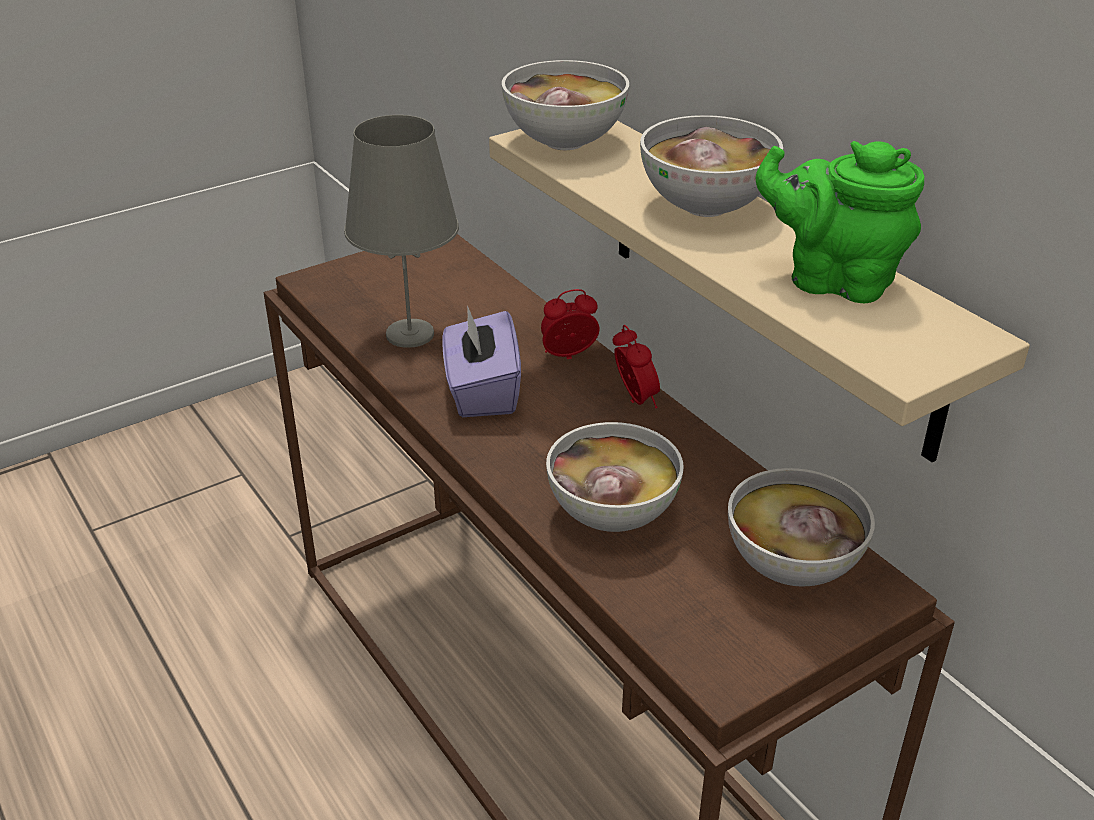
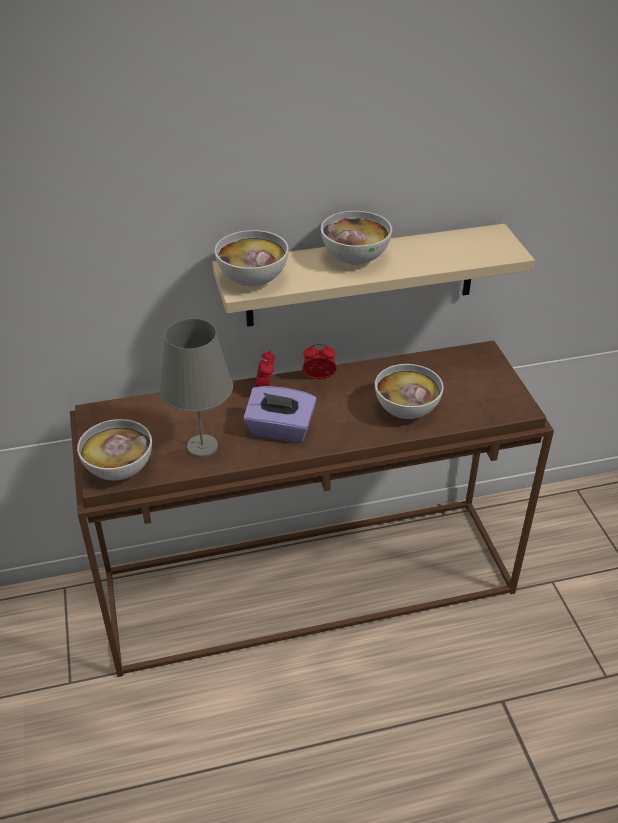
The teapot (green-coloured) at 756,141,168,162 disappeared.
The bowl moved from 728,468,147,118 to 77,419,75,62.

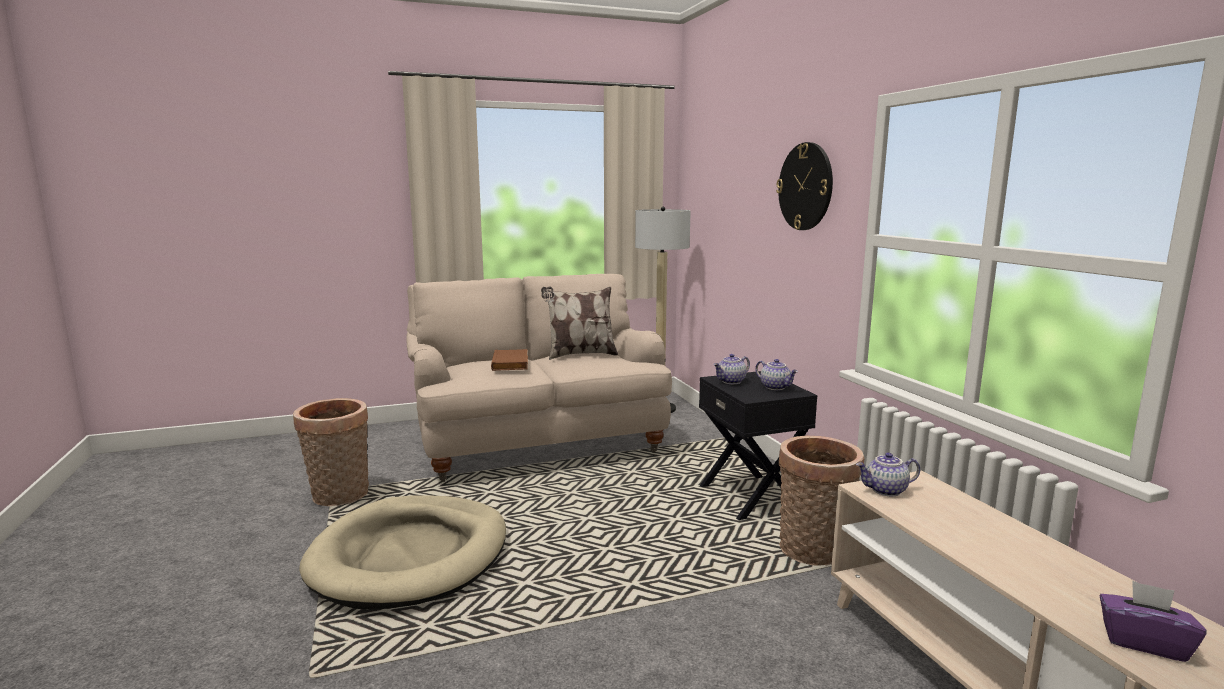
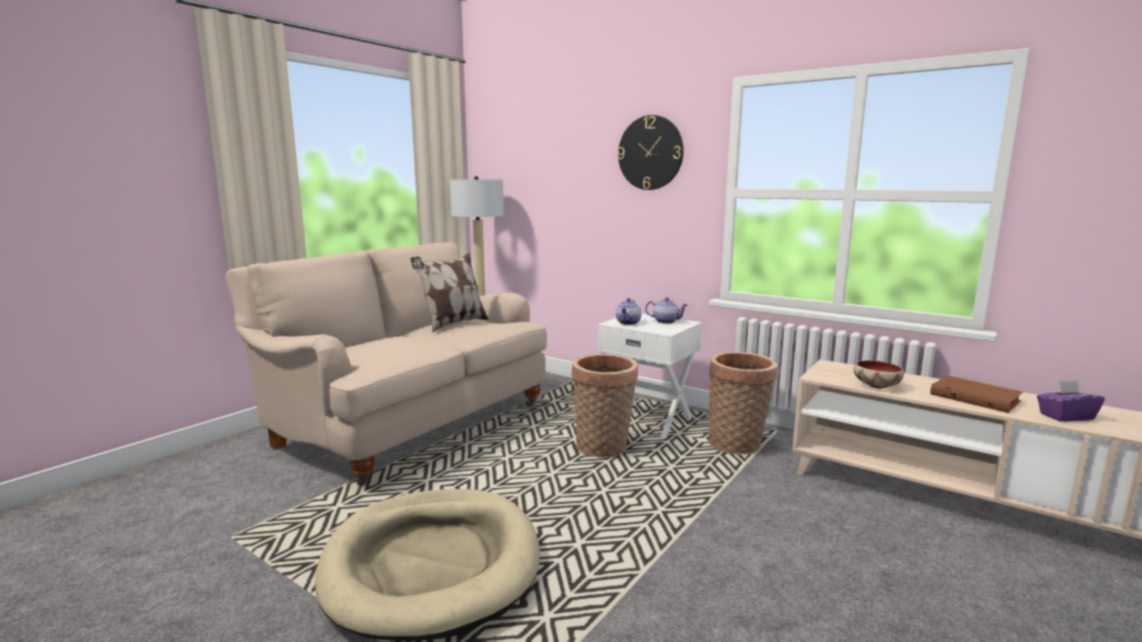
The teapot at 856,452,64,44 disappeared.
The bowl at 854,360,50,29 appeared.
The household basket moved from 293,398,76,108 to 571,354,67,104.
The volume (brownish) moved from 491,349,37,22 to 930,375,93,38.
The night table (blackish) at 699,371,118,149 became the night table (white) at 598,313,104,126.

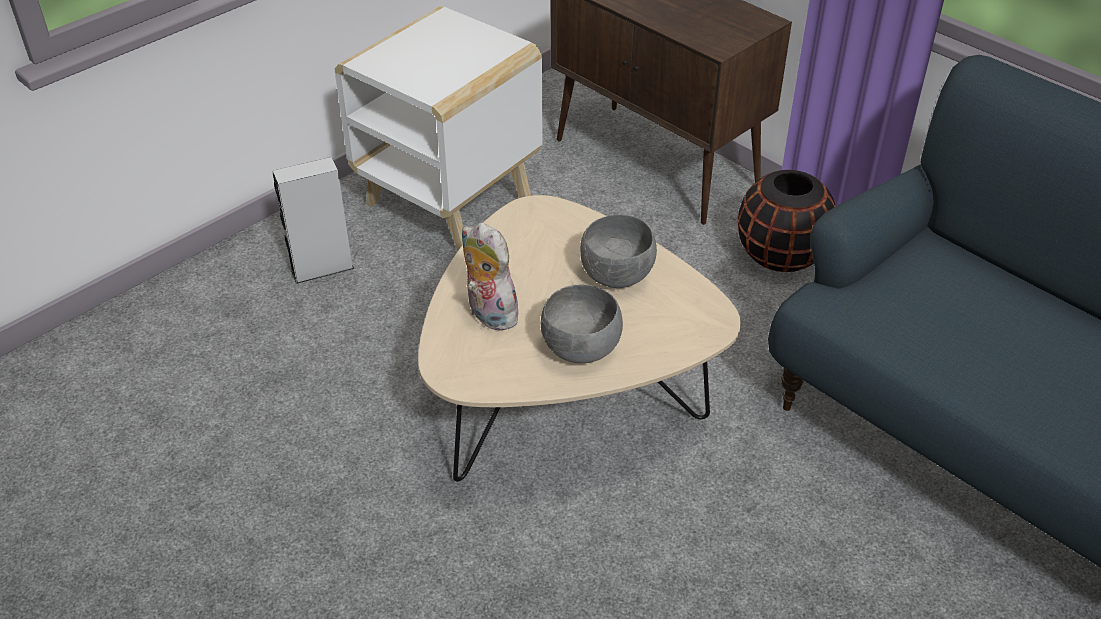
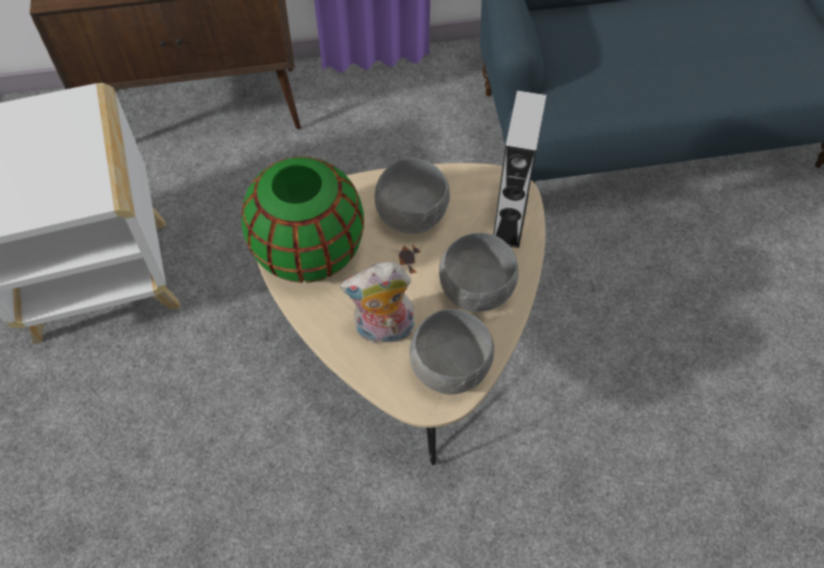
The flower vase (blackish) at 738,170,98,102 disappeared.
The flower vase (green-coloured) at 241,156,123,127 appeared.
The bowl (greyish) at 409,309,85,85 appeared.
The audio speaker (greyish) moved from 272,157,82,127 to 493,90,53,158.

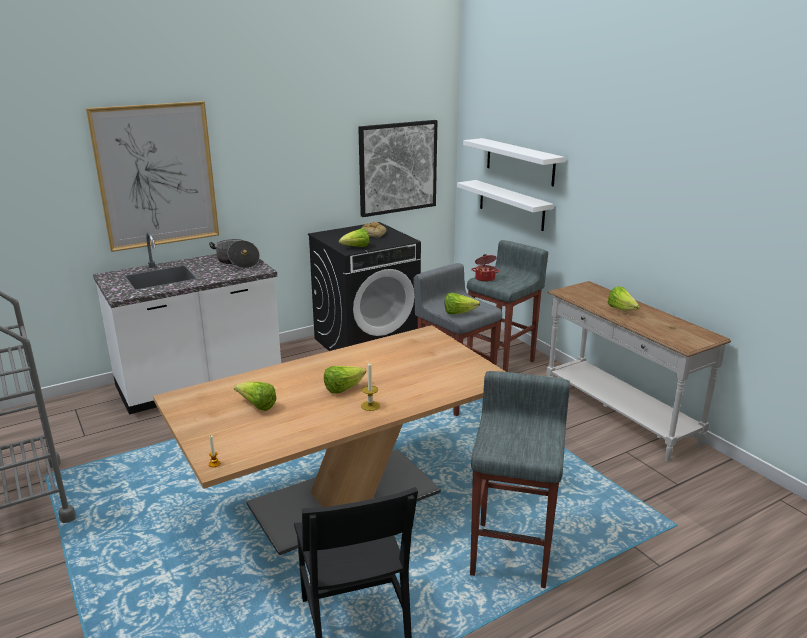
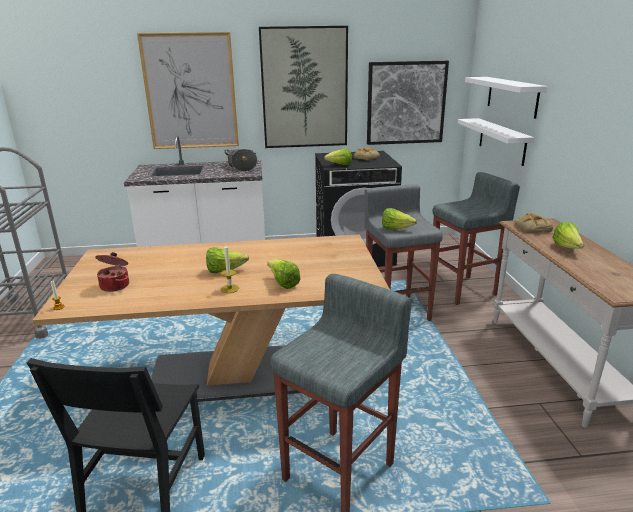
The wall art at 259,26,89,122 appeared.
The bakery bread at 515,213,38,20 appeared.
The lettuce moved from 234,381,43,30 to 267,259,33,30.
The stockpot moved from 471,254,29,28 to 95,252,34,40.

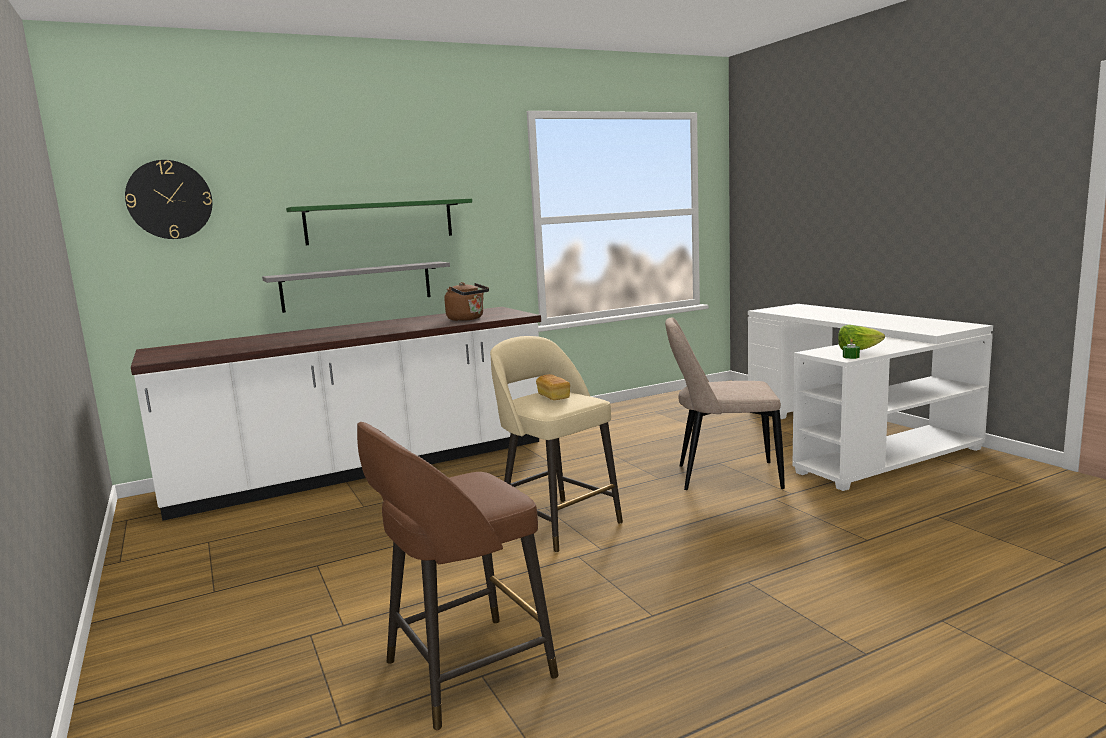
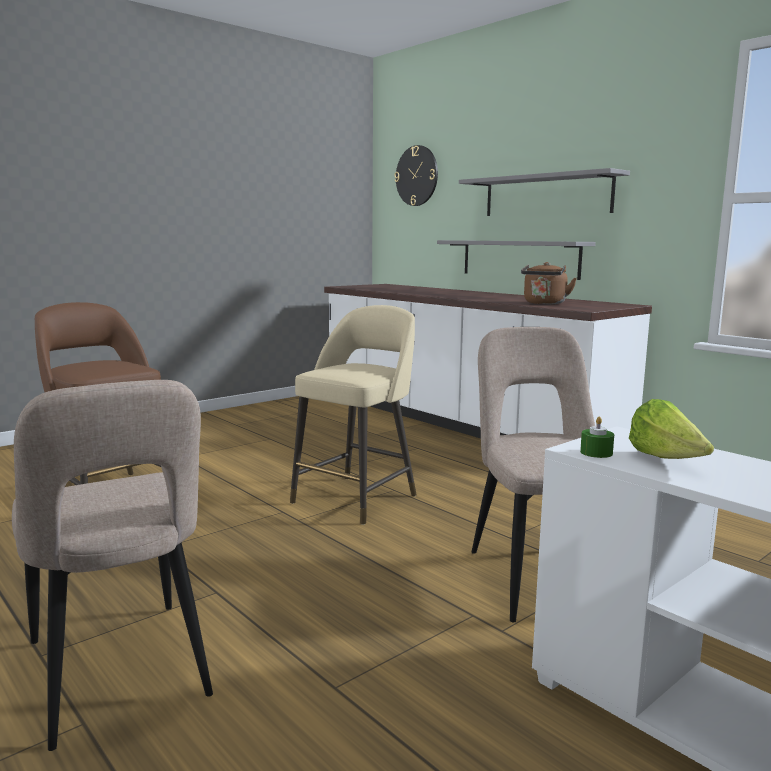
The bakery bread at 536,374,34,26 disappeared.
The plain chair (beige-coloured) at 12,380,201,371 appeared.
The shelf (green-coloured) at 286,199,186,46 became the shelf (greyish) at 459,168,171,48.

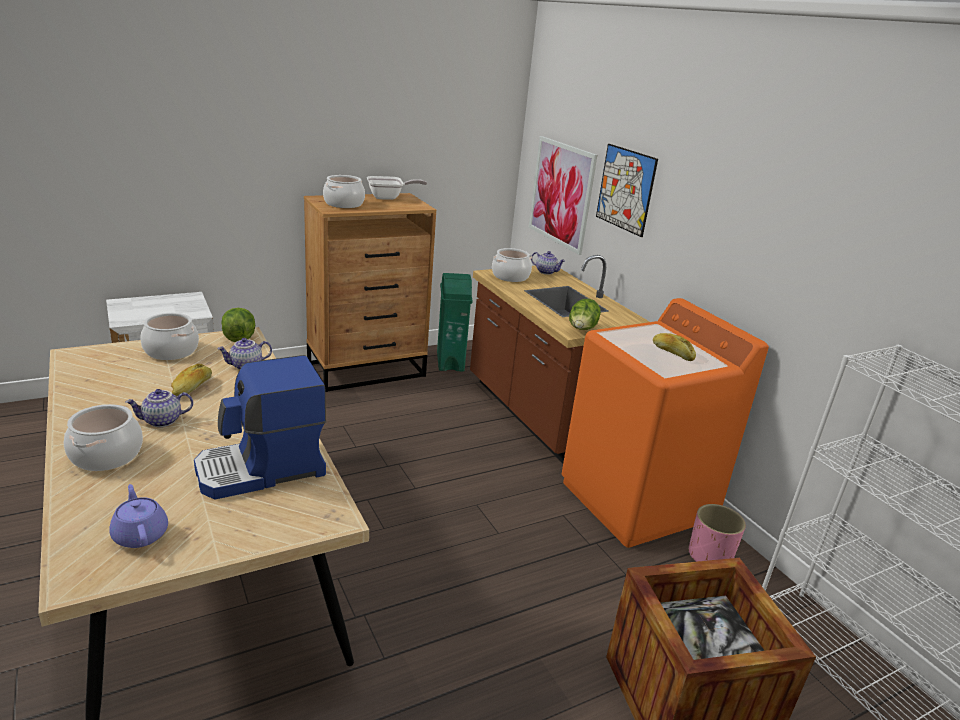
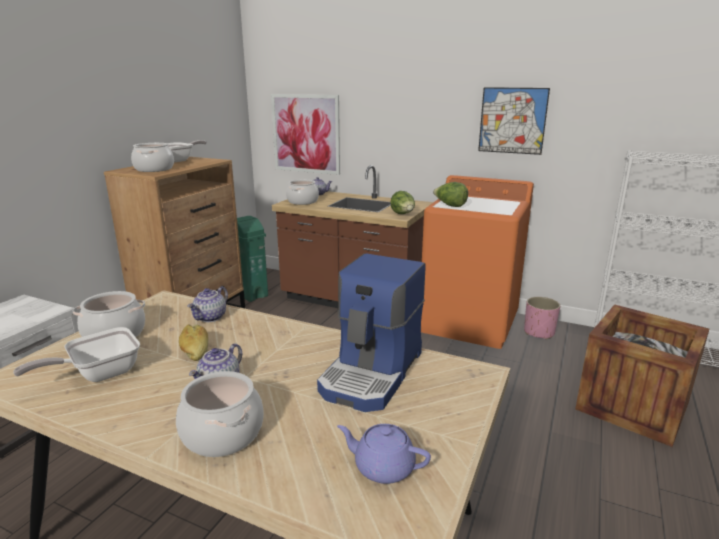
The bakery bread at 653,333,43,28 disappeared.
The pan at 13,327,127,55 appeared.
The lettuce moved from 221,308,34,34 to 433,182,35,25.
The wall art moved from 596,144,62,93 to 478,87,72,68.

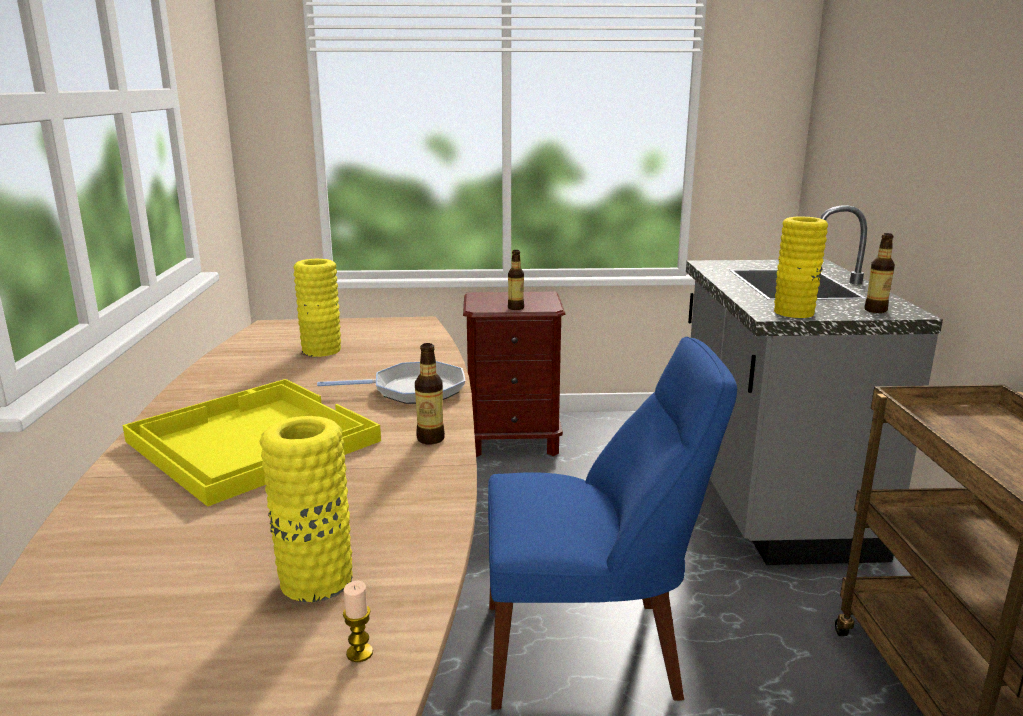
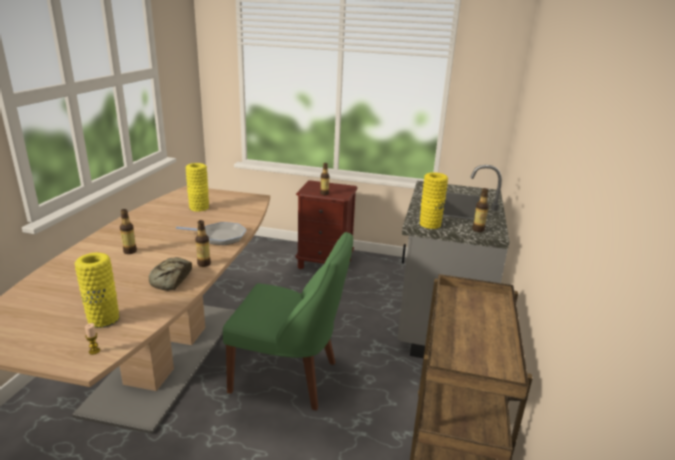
The bakery bread at 149,257,43,34 appeared.
The serving tray (yellow-coloured) at 123,379,258,128 was replaced by the beverage bottle at 120,209,17,45.
The plain chair (blue) at 488,337,249,373 became the plain chair (green-coloured) at 223,232,130,179.

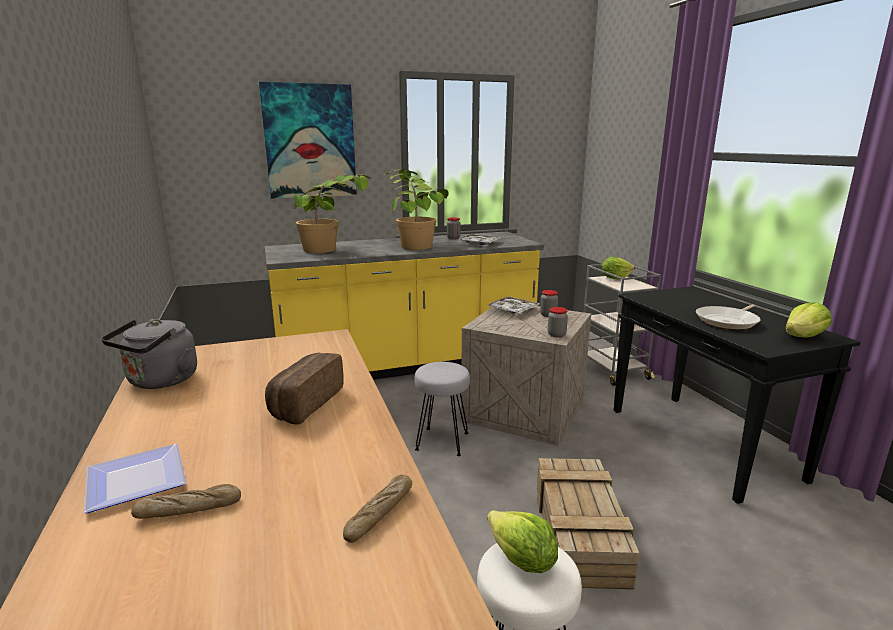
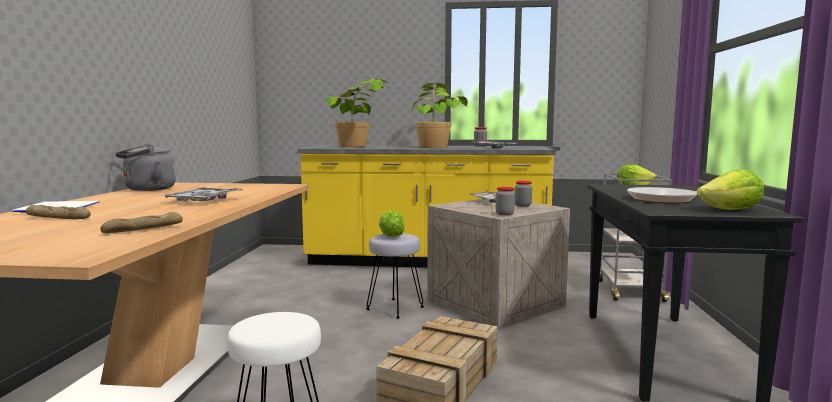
The wall art at 259,82,98,116 disappeared.
The lettuce moved from 487,510,71,63 to 379,210,25,27.
The bakery bread at 265,353,79,71 was replaced by the serving tray at 162,187,80,14.

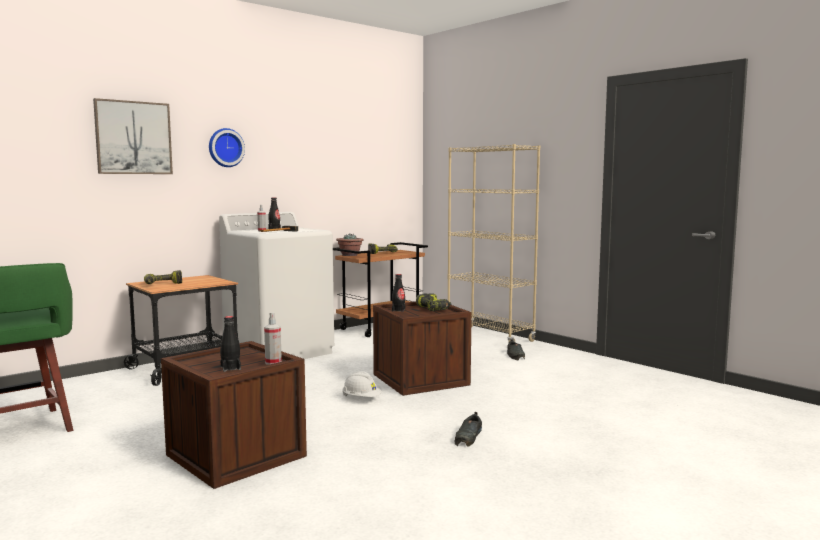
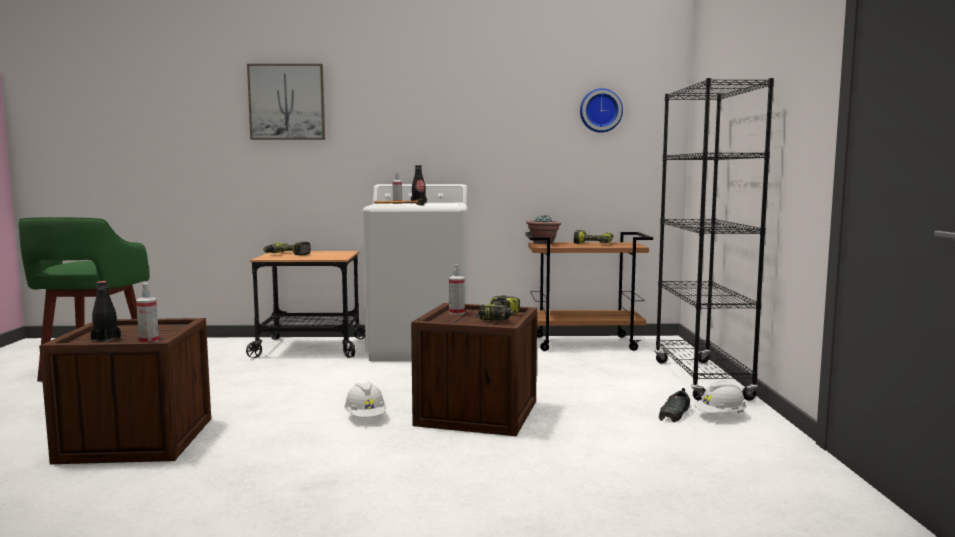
The shoe (blackish) at 454,412,28,35 disappeared.
The hard hat (white) at 694,380,53,33 appeared.
The hanging clock moved from 209,128,36,39 to 580,88,43,45.
The beverage bottle (blackish) at 392,274,13,38 was replaced by the spray bottle at 449,264,16,51.
The shelving unit (beige-coloured) at 448,144,92,198 became the shelving unit (blackish) at 654,78,120,323.

